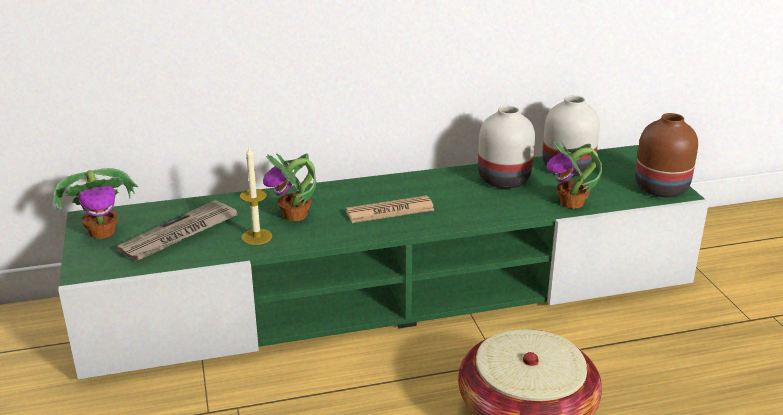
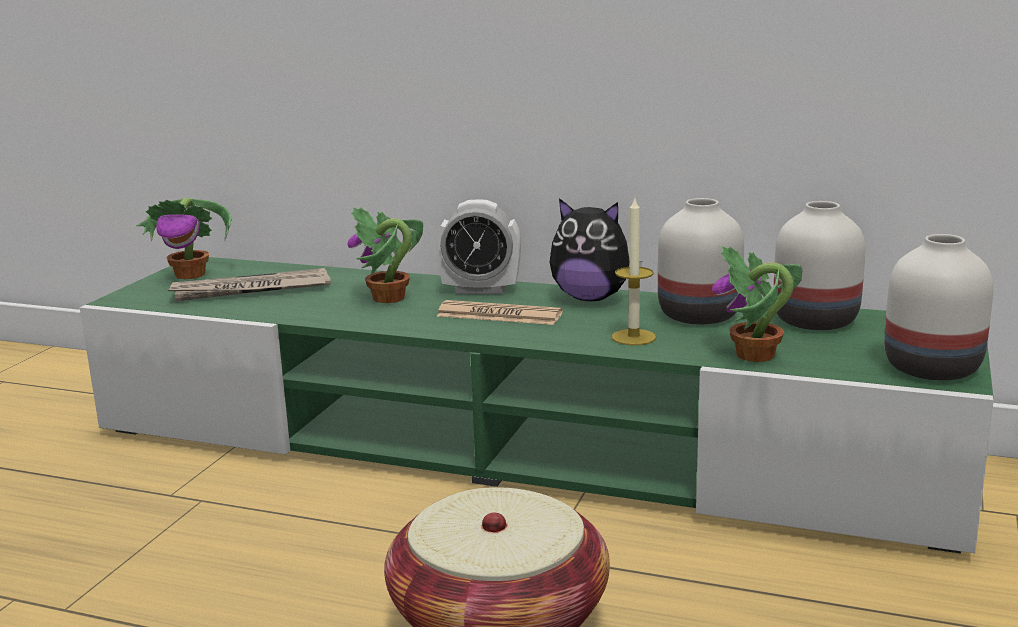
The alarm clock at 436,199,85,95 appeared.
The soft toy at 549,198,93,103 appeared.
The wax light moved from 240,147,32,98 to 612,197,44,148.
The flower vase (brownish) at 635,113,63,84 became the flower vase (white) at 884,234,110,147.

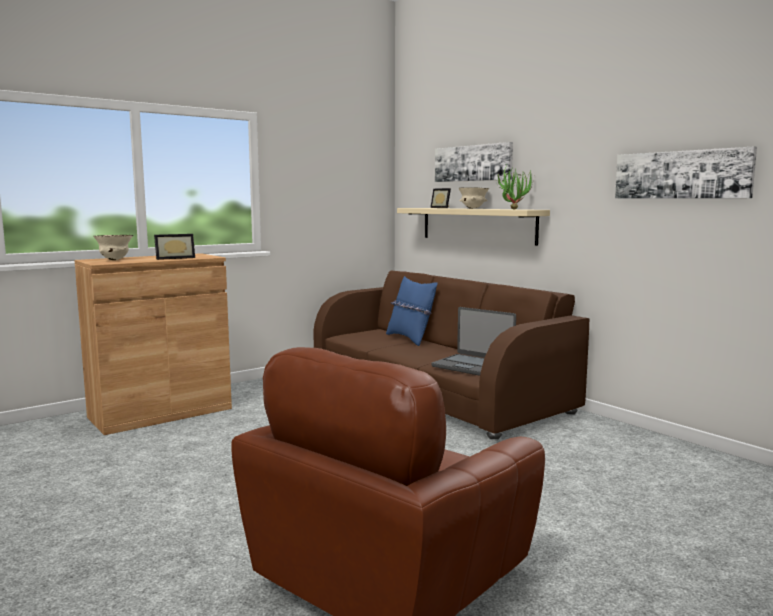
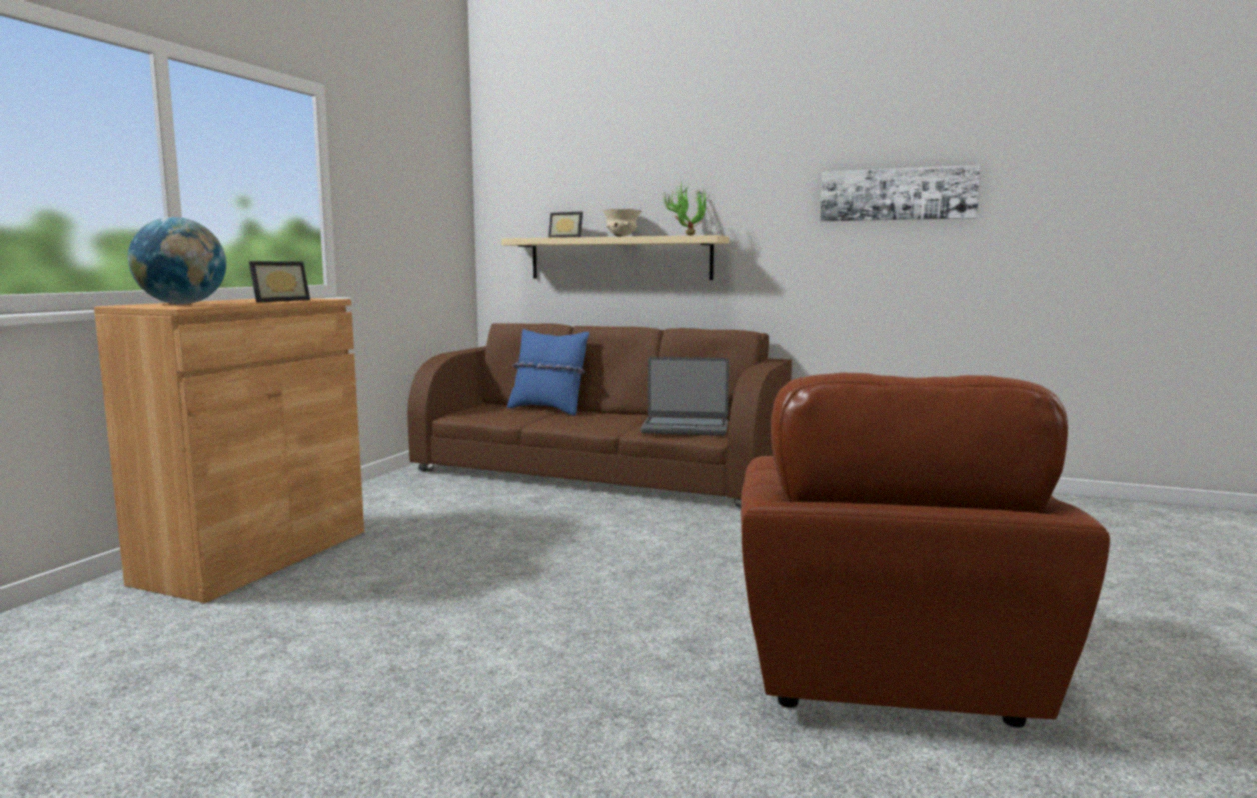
The wall art at 435,142,78,40 disappeared.
The bowl (beige-coloured) at 93,235,40,25 was replaced by the desk globe at 128,217,98,87.

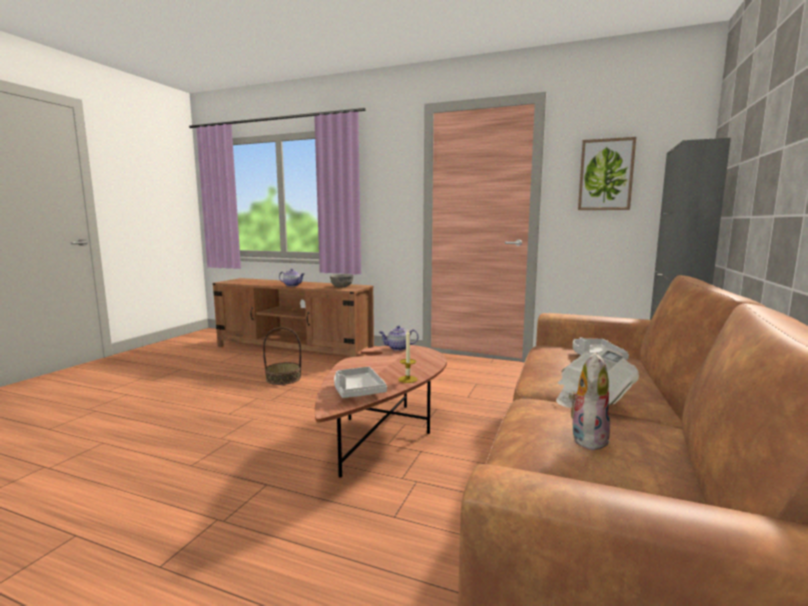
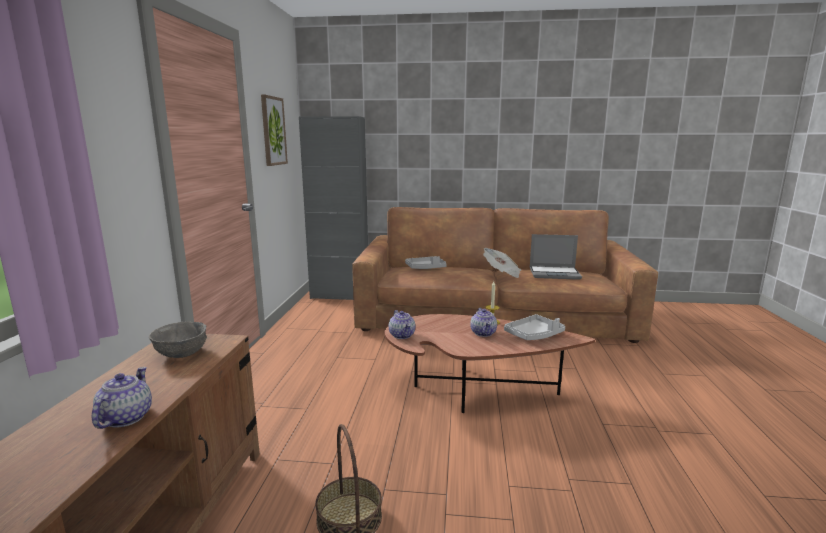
The teapot at 470,308,27,29 appeared.
The soft toy at 568,352,42,98 was replaced by the portable computer at 530,234,52,46.

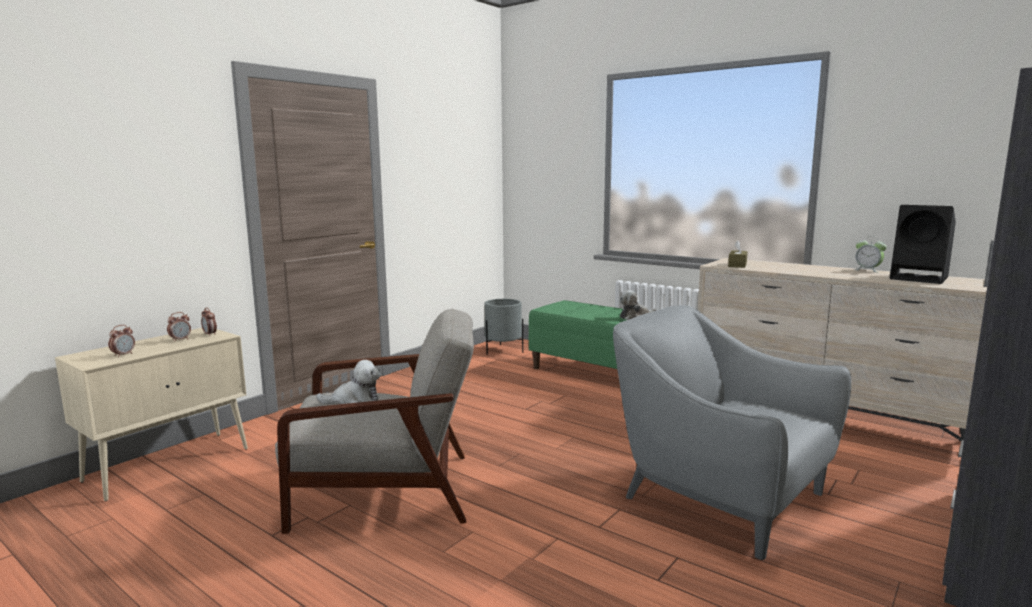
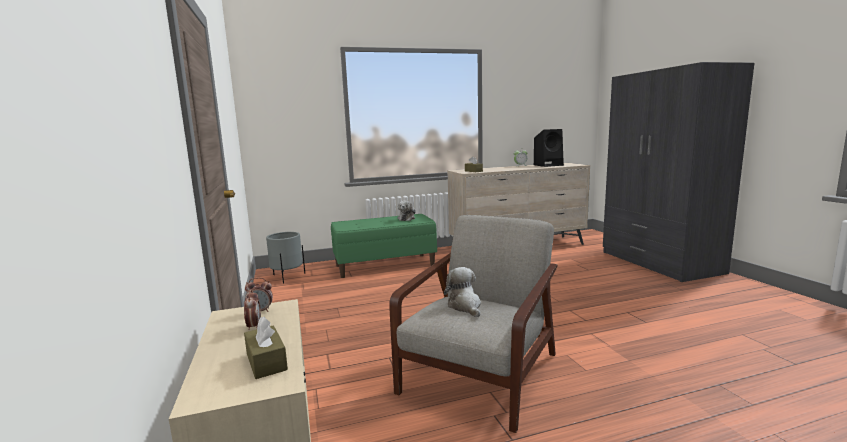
The easy chair (greyish) at 613,305,238,255 disappeared.
The alarm clock at 108,325,27,32 was replaced by the box of tissues (brownish) at 244,316,44,63.
The soft toy at 316,360,65,44 turned 45 degrees counterclockwise.

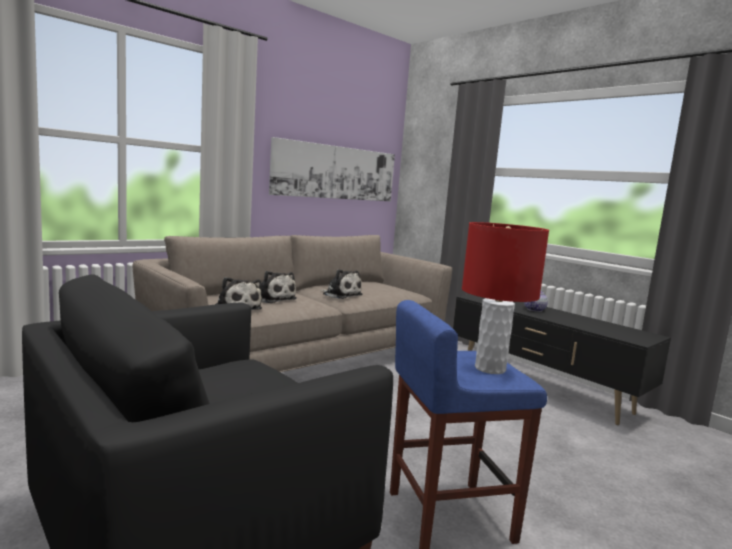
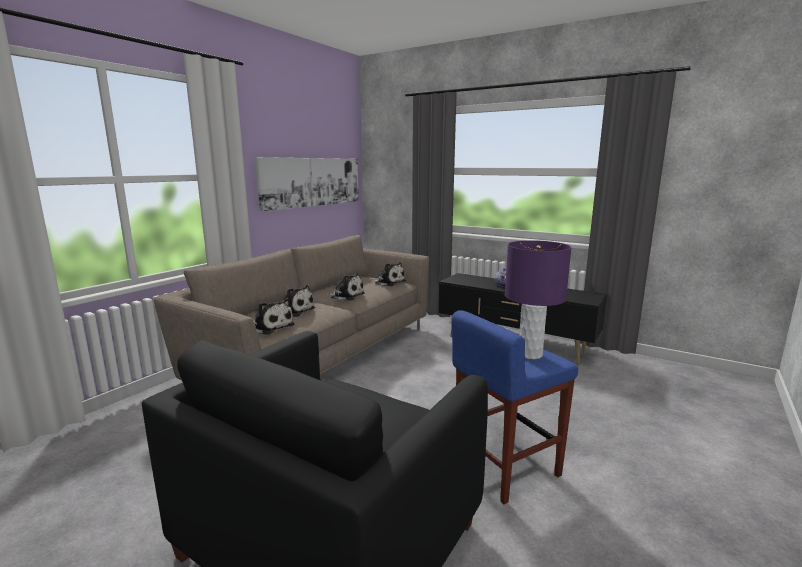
The soft toy at 373,262,33,24 appeared.
The lamp for a table (red-coloured) at 462,222,87,152 became the lamp for a table (purplish) at 505,240,66,119.

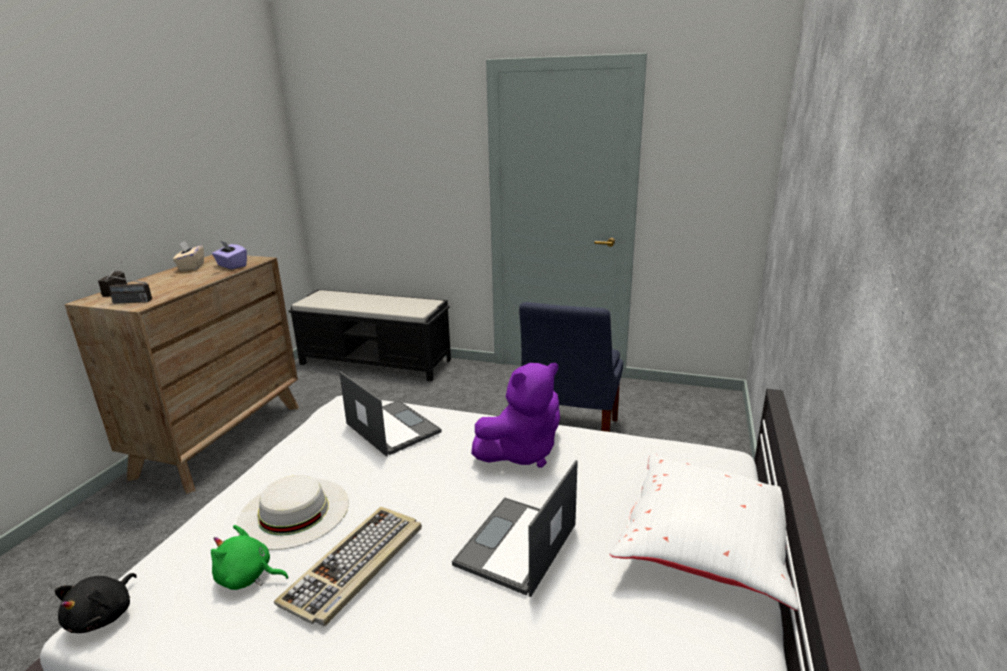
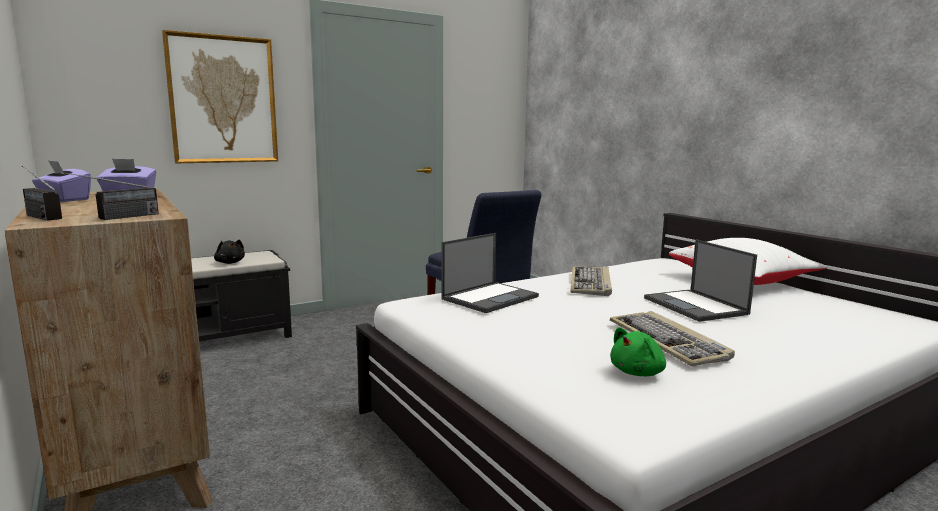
The wearable hat (white) at 236,475,113,75 disappeared.
The wall art at 162,30,116,133 appeared.
The soft toy (blackish) moved from 55,573,82,60 to 214,240,31,24.
The soft toy (purplish) at 471,363,89,105 was replaced by the computer keyboard at 570,266,42,30.
The box of tissues (beige-coloured) at 173,241,31,30 became the box of tissues (purplish) at 32,160,59,42.
The portable computer at 339,371,103,85 turned 135 degrees clockwise.

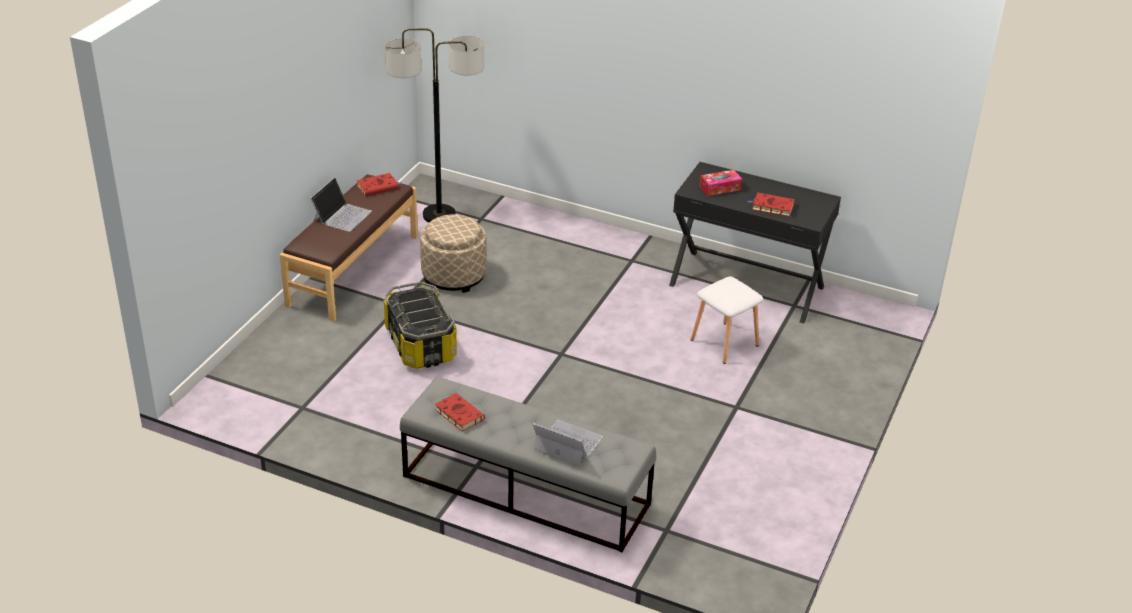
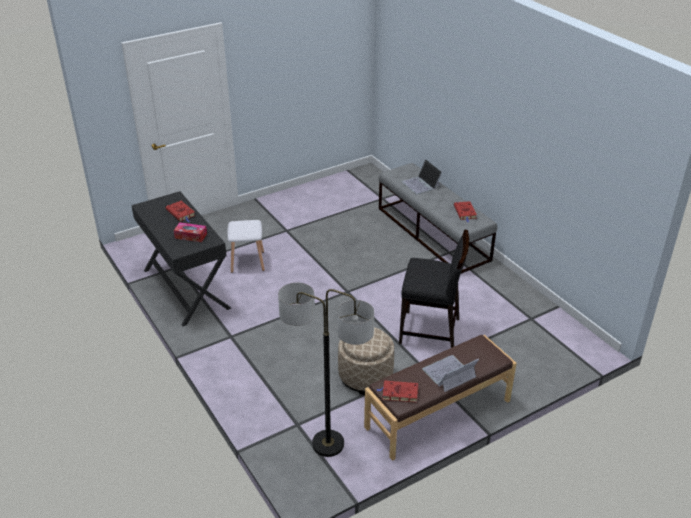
The storage container at 384,282,73,86 was replaced by the plain chair (blackish) at 399,229,70,119.

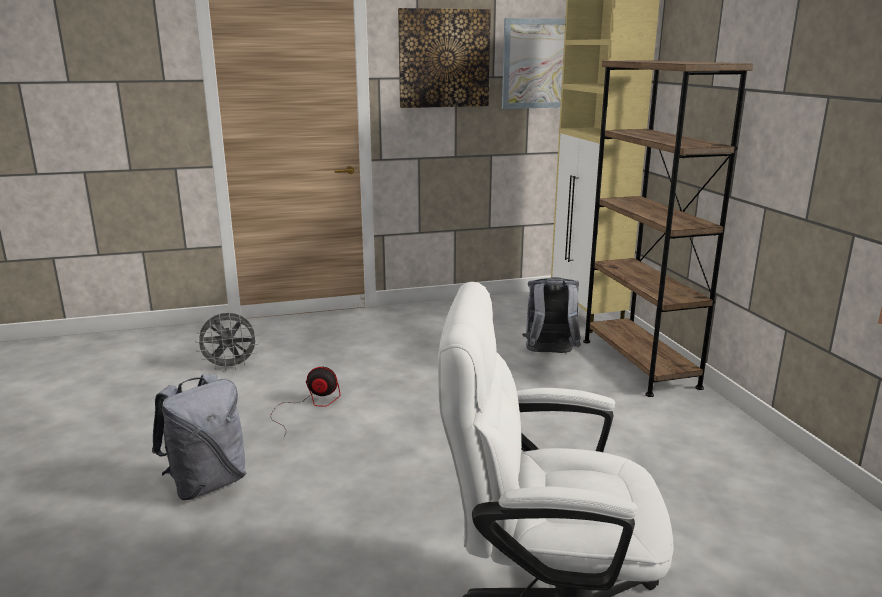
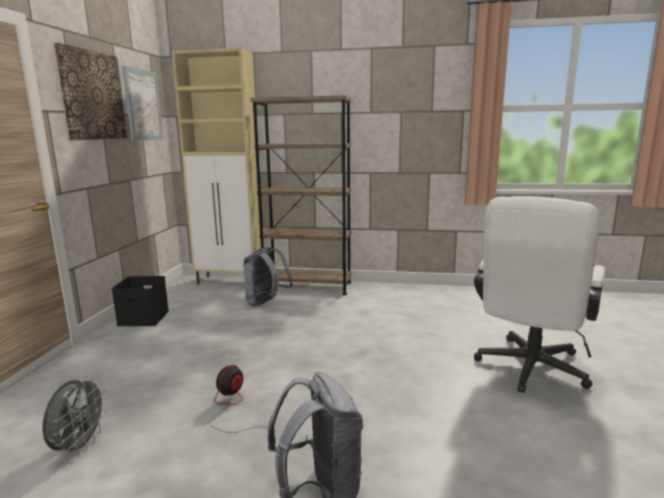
The storage container (blackish) at 112,276,57,50 appeared.

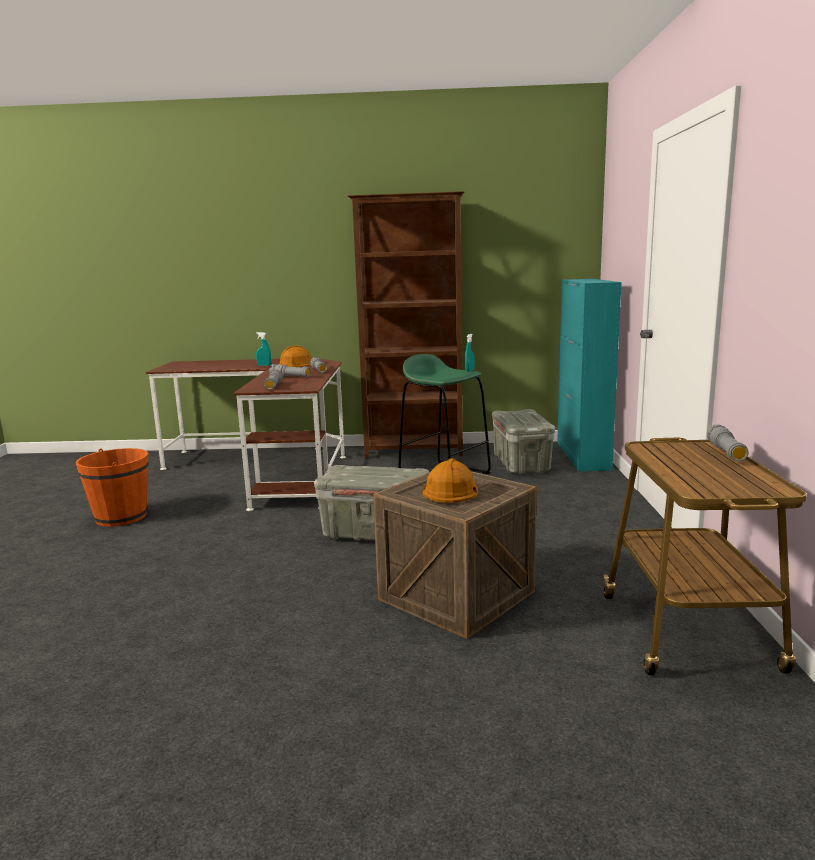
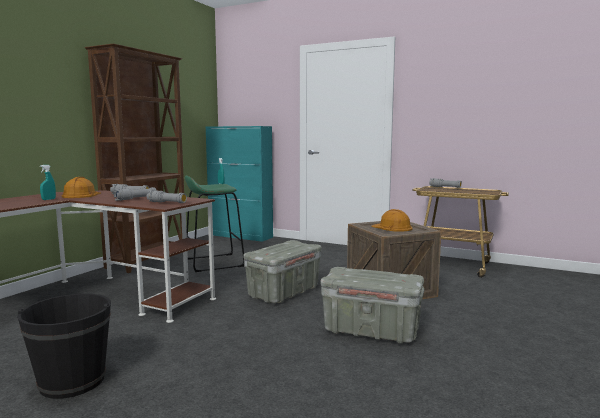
The storage container (greyish) moved from 492,409,63,65 to 320,267,104,77.
The bucket (orange) at 76,448,72,79 became the bucket (blackish) at 17,294,94,105.

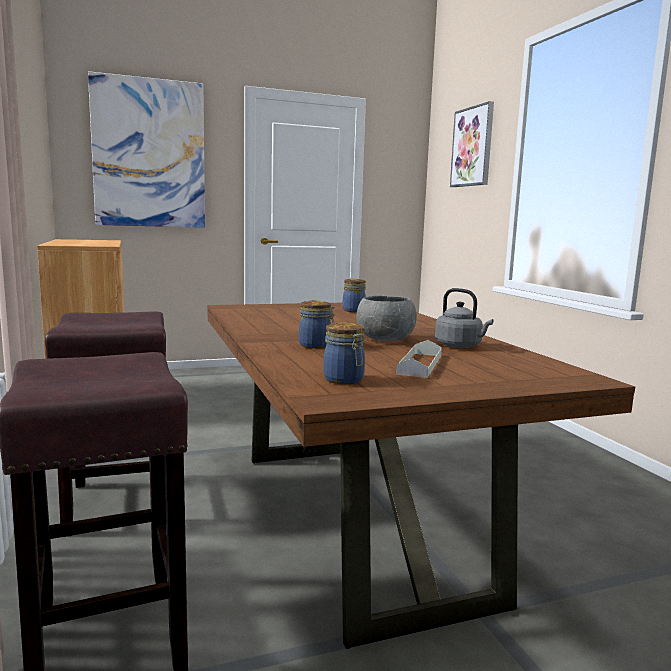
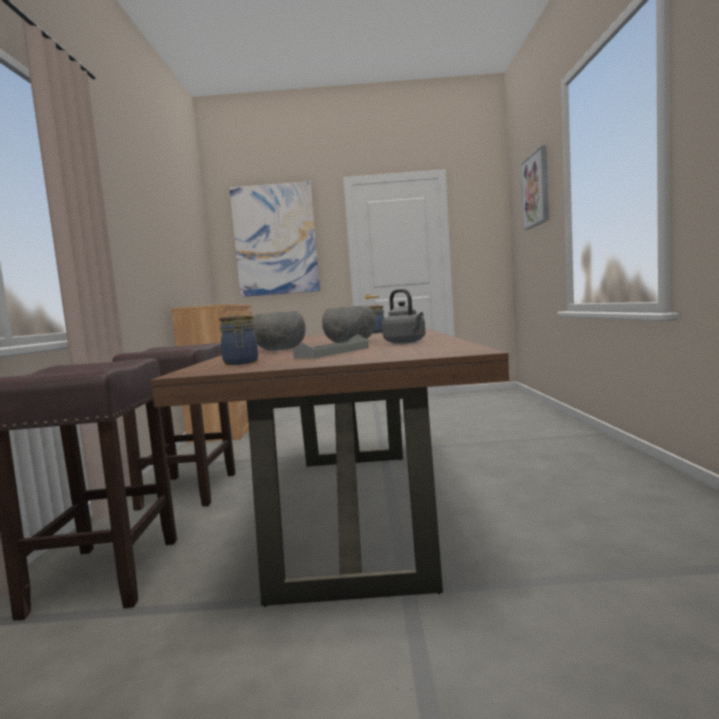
The storage jar at 299,300,36,49 was replaced by the bowl (greyish) at 252,311,53,40.

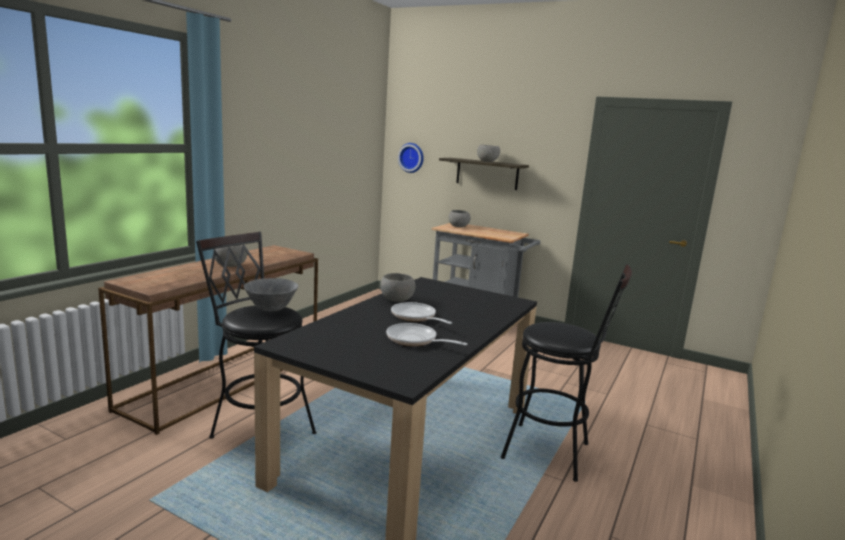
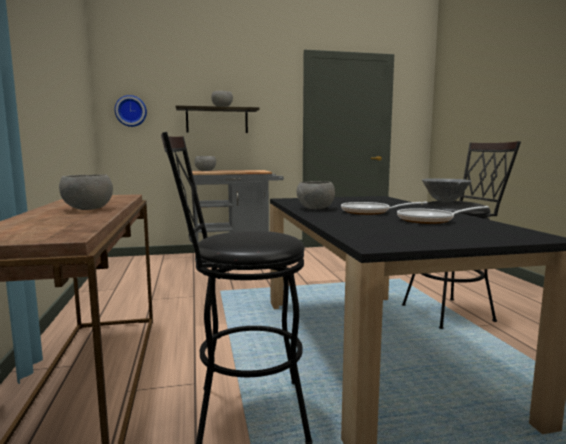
The bowl (greyish) moved from 244,278,54,34 to 422,178,50,24.

